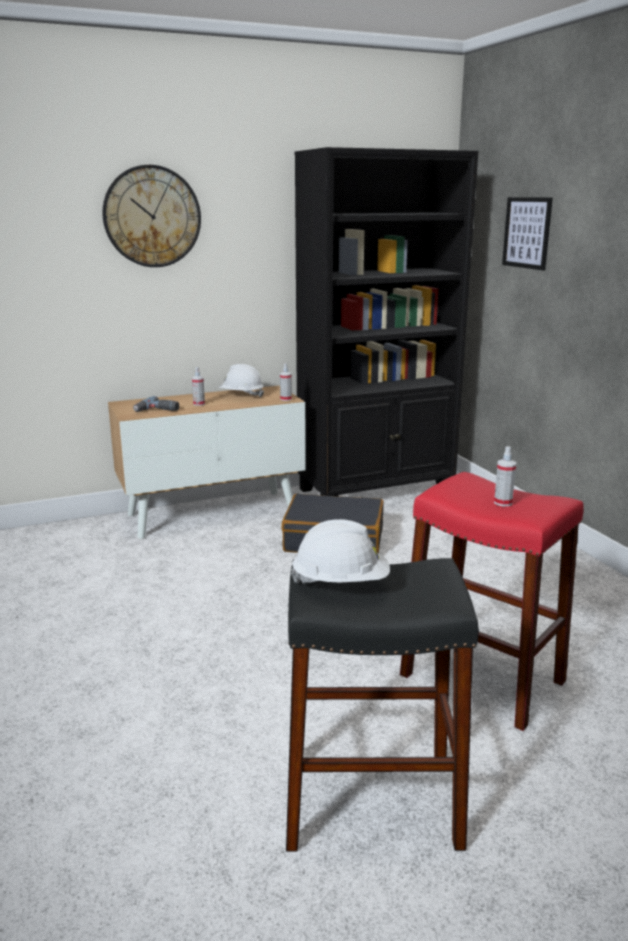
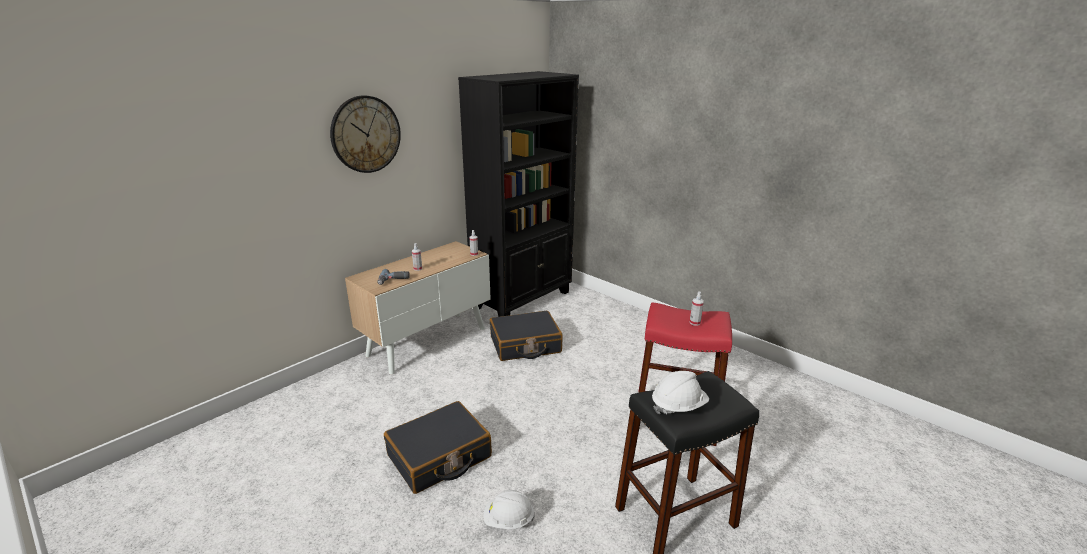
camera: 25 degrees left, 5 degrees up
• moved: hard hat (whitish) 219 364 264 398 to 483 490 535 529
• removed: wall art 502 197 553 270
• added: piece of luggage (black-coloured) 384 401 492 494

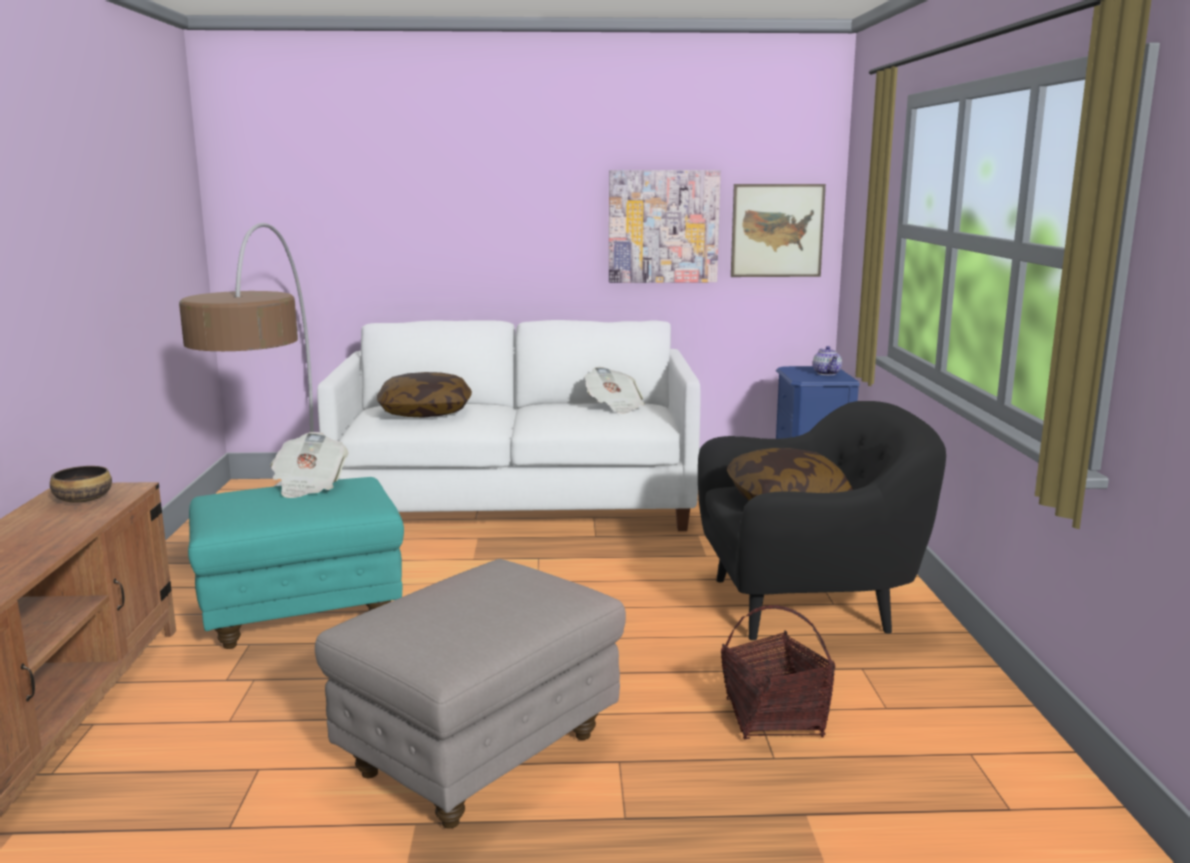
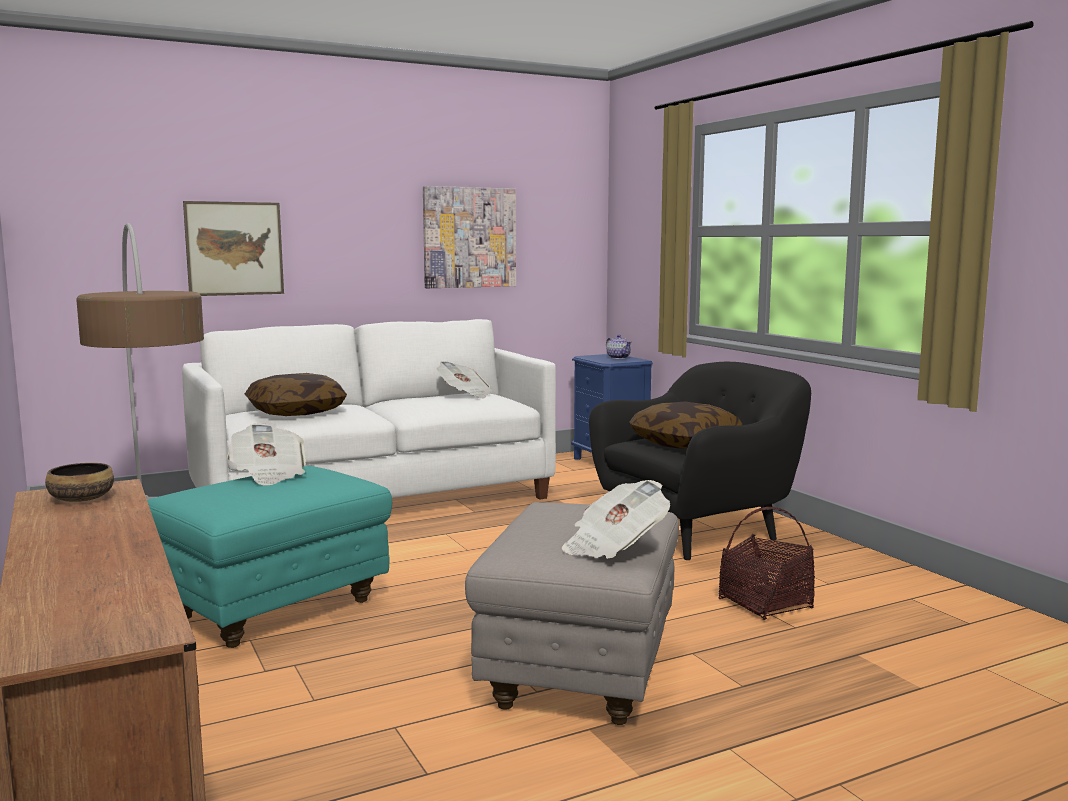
camera: 25 degrees left, 5 degrees down
• moved: wall art 731 184 826 277 to 183 201 284 296
• added: printed paper 562 480 670 559

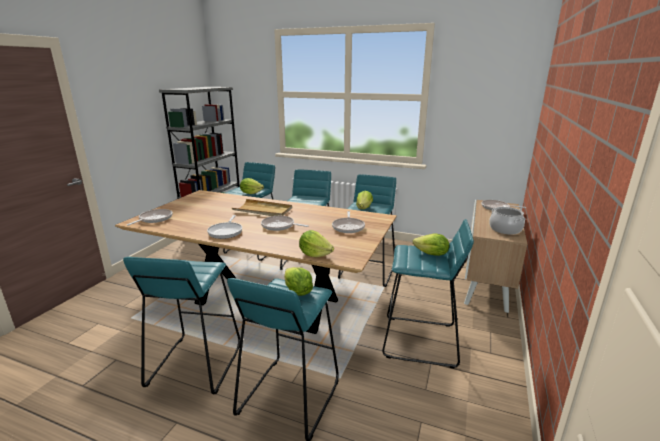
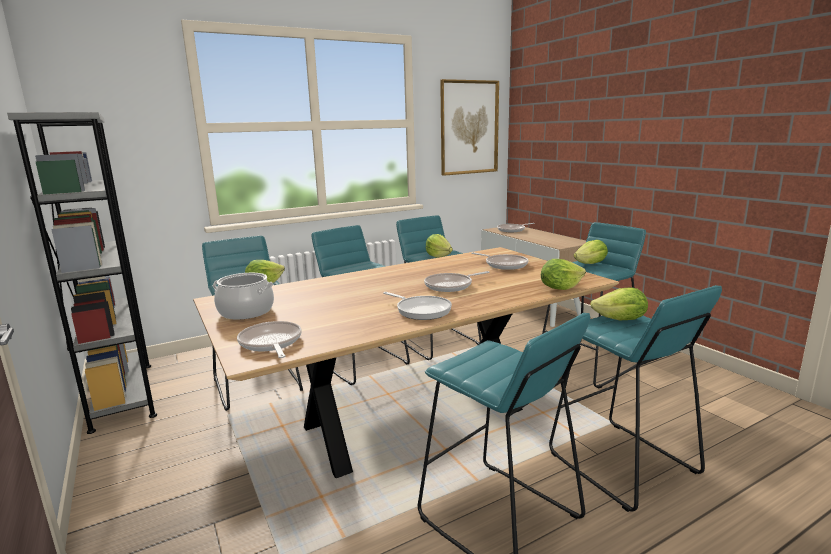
camera: 50 degrees left, 5 degrees down
• removed: tray (beige-coloured) 232 199 292 216
• moved: stockpot 489 207 525 235 to 213 273 274 320
• added: wall art 440 79 499 176

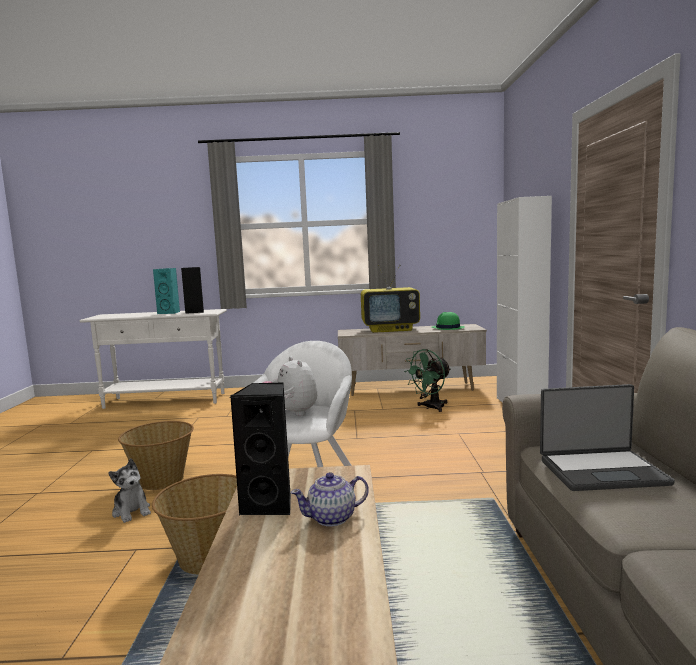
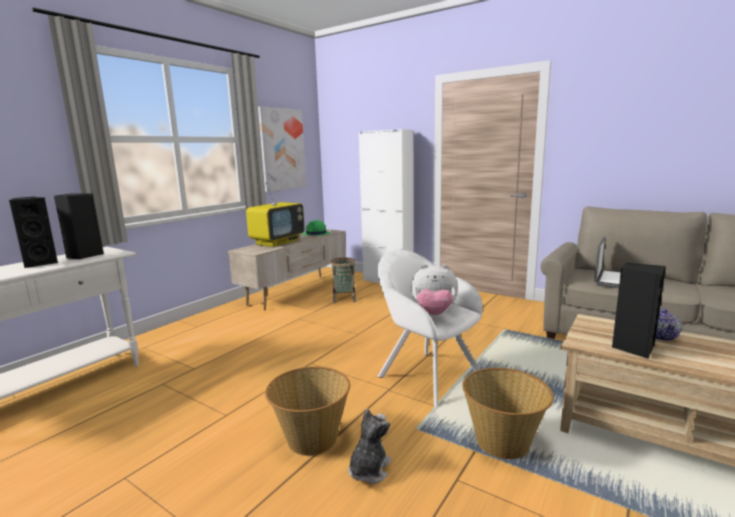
camera: 55 degrees left, 5 degrees up
• turned: soft toy 108 459 151 523 = 348 409 391 484 60 degrees counterclockwise
• recoloured: speaker (turquoise-coloured) 153 268 180 314 to speaker (black-coloured) 9 197 58 268
• replaced: fan (green) 404 349 451 412 to storage basket 331 258 356 303
• added: wall art 258 107 306 192

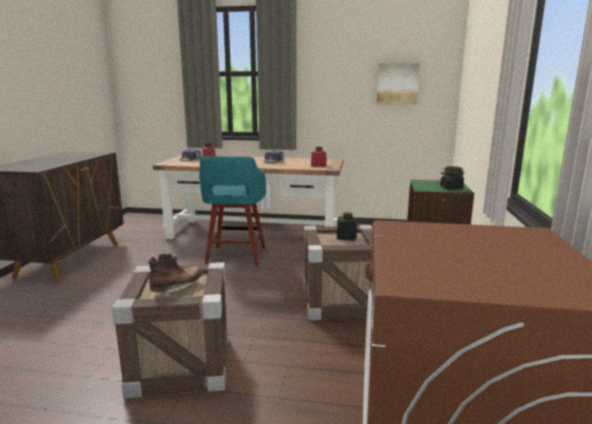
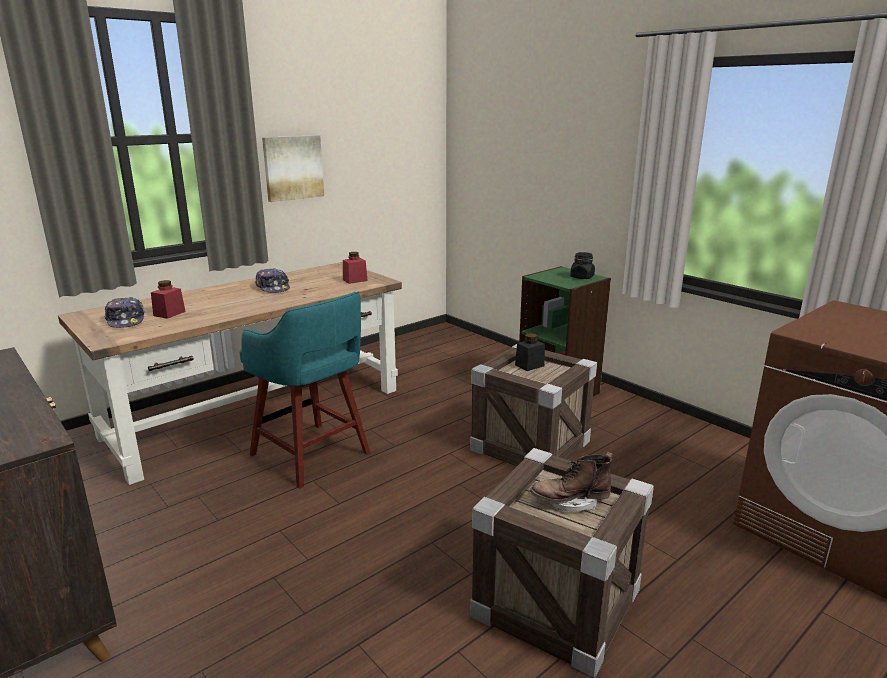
camera: 50 degrees left, 5 degrees up
• turned: high-top boot (brownish) 148 254 202 297 = 530 452 614 511 90 degrees counterclockwise
• moved: wall art 377 63 420 104 to 262 135 324 202

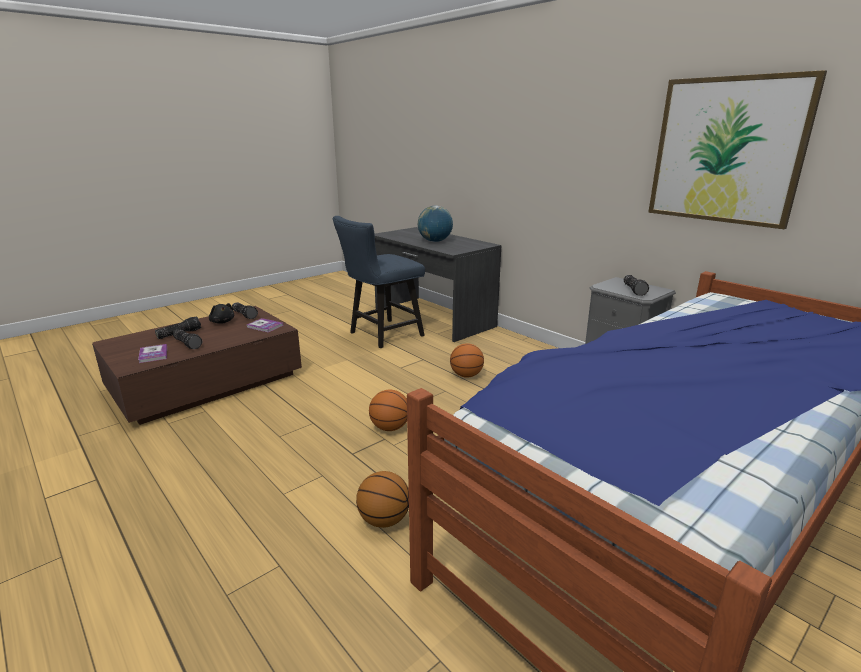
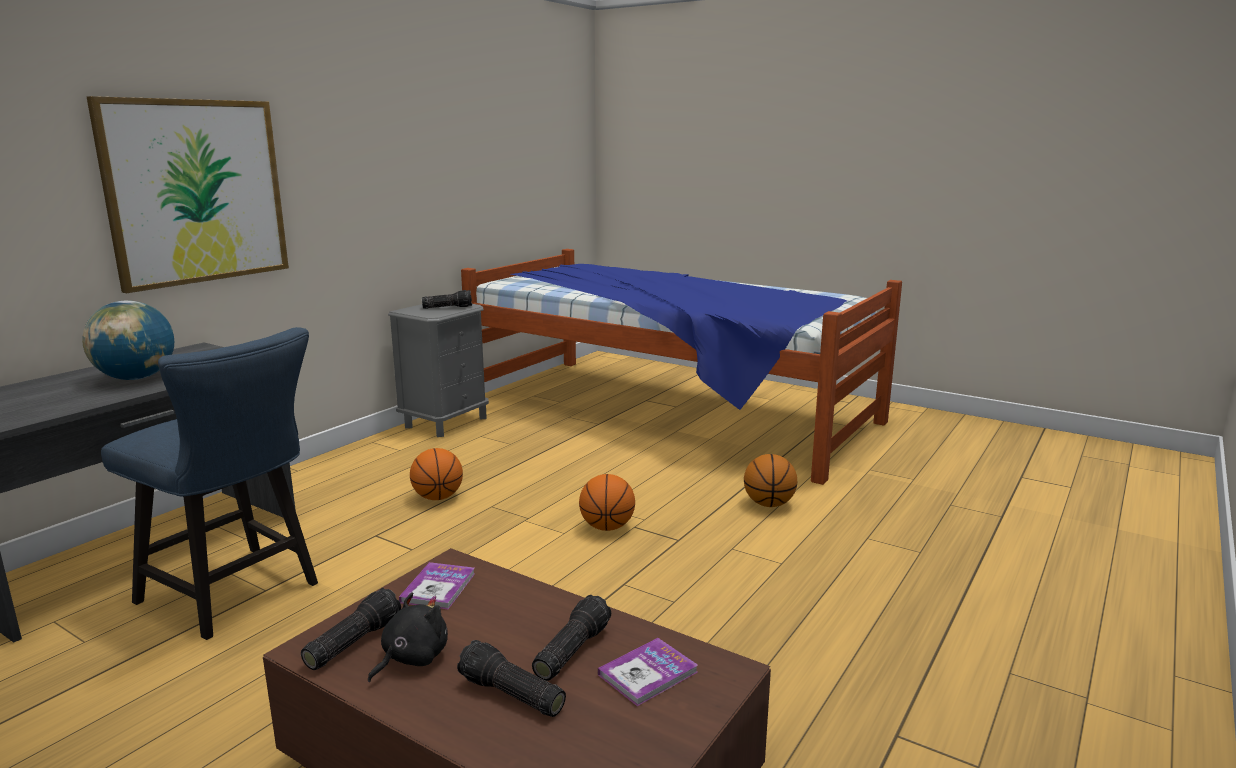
camera: 105 degrees left, 5 degrees down
• moved: wall art 648 70 827 229 to 87 96 289 293

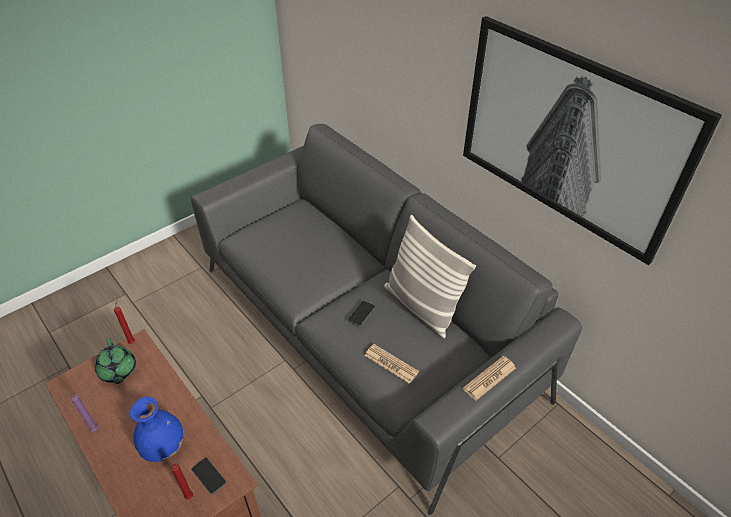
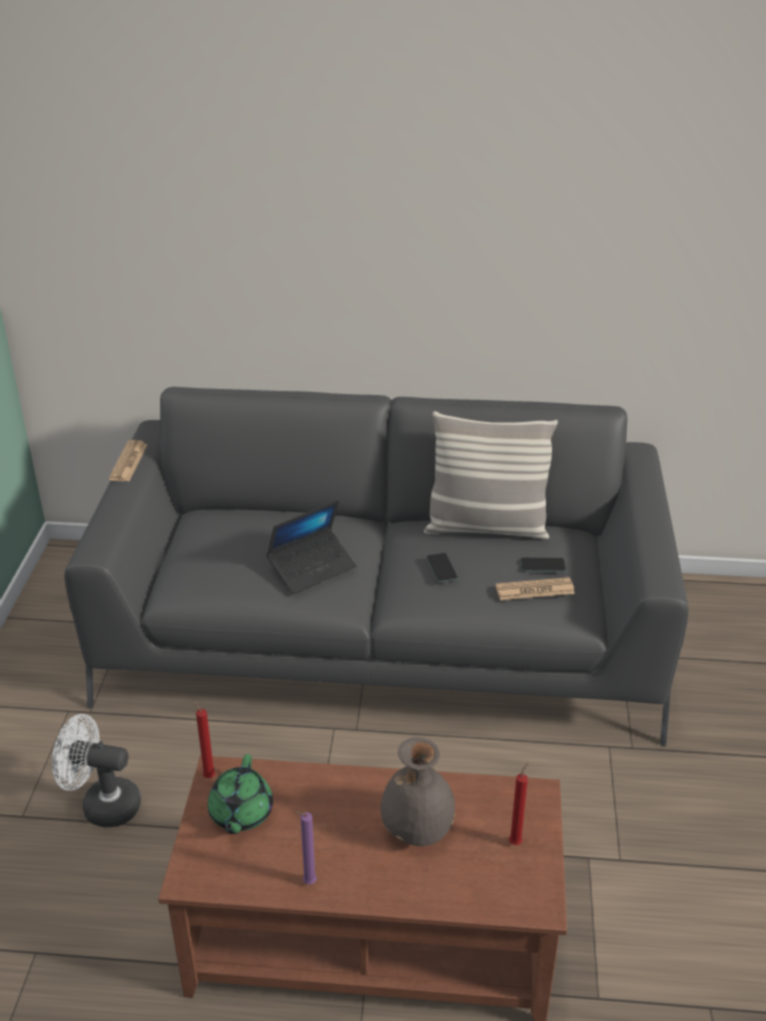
camera: 45 degrees left, 10 degrees down
• turned: tea pot (green) 95 338 136 384 = 208 754 273 834 75 degrees clockwise
• recoloured: decorative vase (blue) 130 397 184 462 to decorative vase (greyish) 380 737 455 846
• moved: phone 192 458 226 494 to 520 558 566 572
• removed: wall art 463 16 722 265
• moved: printed paper 463 356 516 401 to 109 440 148 482
• added: fan (whitish) 52 714 141 827
• added: laptop 267 500 357 594

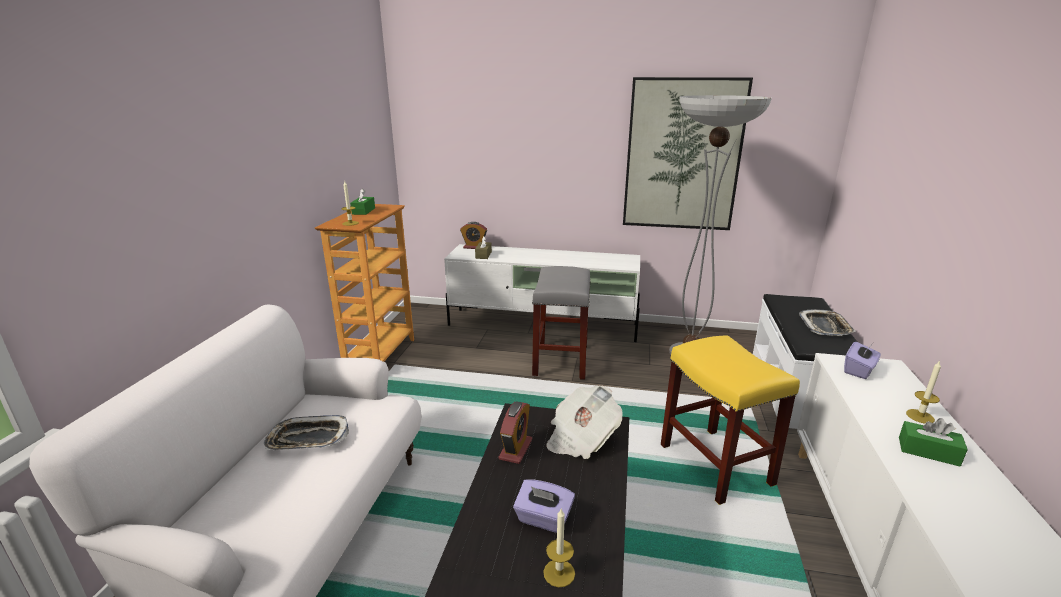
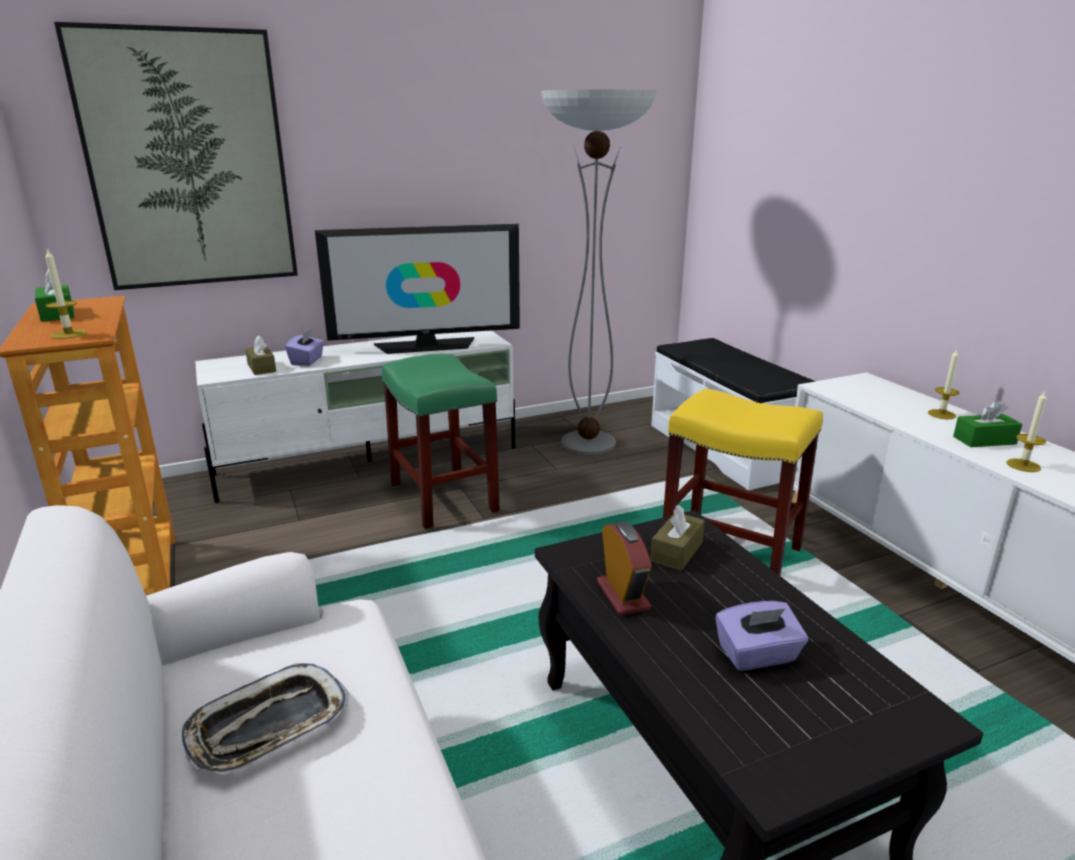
camera: 35 degrees left, 0 degrees up
• removed: table clock 460 222 487 249
• recoloured: stool (greyish) 532 266 591 380 to stool (green) 382 354 500 530
• moved: wax candle 543 509 575 587 to 1007 391 1047 472
• replaced: printed paper 546 386 623 459 to tissue holder (brownish) 650 505 705 571
• moved: wall art 623 77 753 230 to 54 22 298 290
• removed: tray 799 309 856 336
• moved: tissue holder (purple-coloured) 844 342 881 379 to 285 329 324 366
• added: television 315 224 520 354

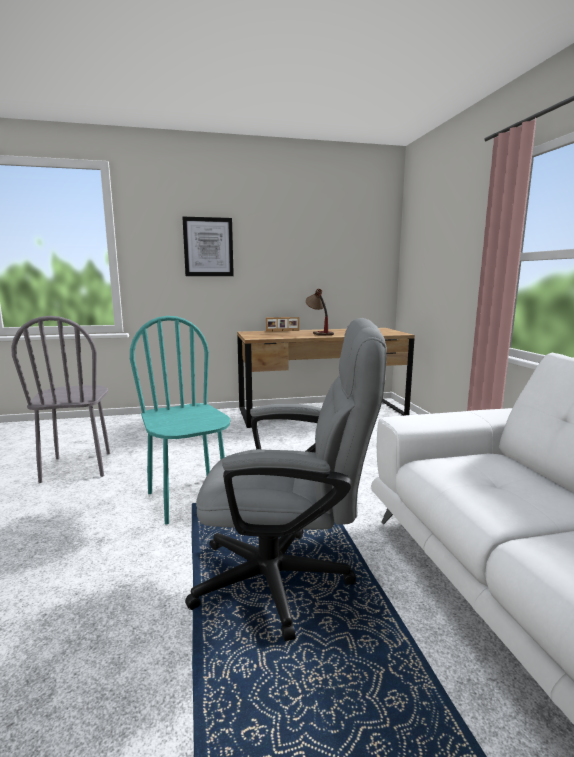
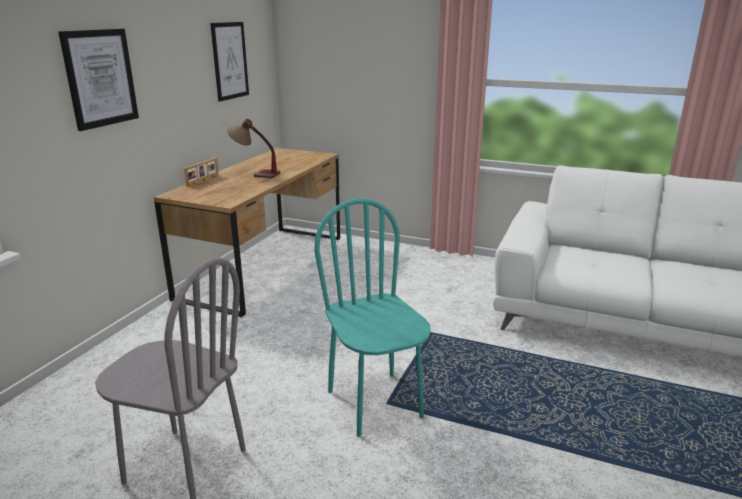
camera: 55 degrees left, 10 degrees up
• turned: plain chair (turquoise-coloured) 130 316 230 525 = 314 198 431 437 60 degrees clockwise
• removed: computer chair (greyish) 185 318 387 641
• added: wall art 210 22 249 102

